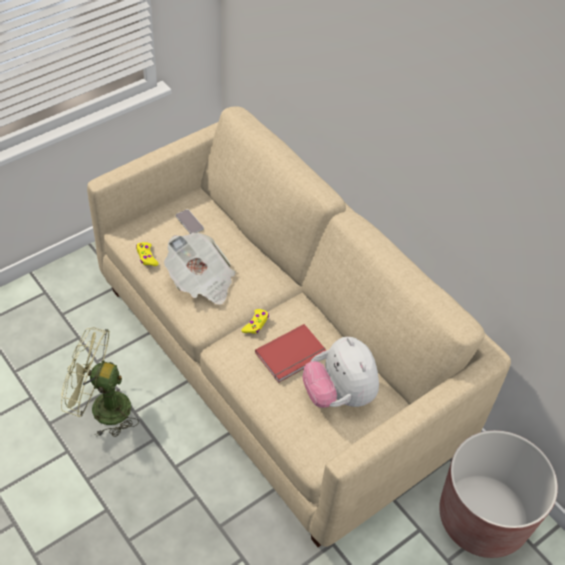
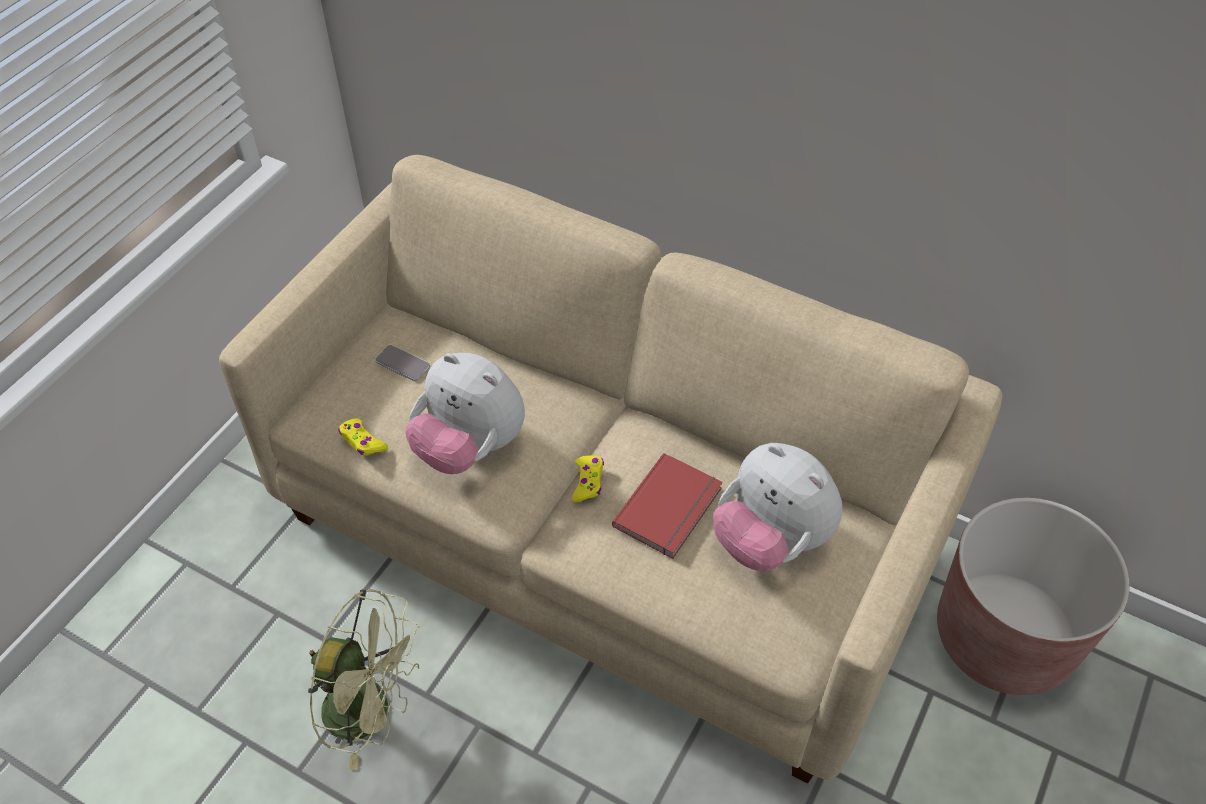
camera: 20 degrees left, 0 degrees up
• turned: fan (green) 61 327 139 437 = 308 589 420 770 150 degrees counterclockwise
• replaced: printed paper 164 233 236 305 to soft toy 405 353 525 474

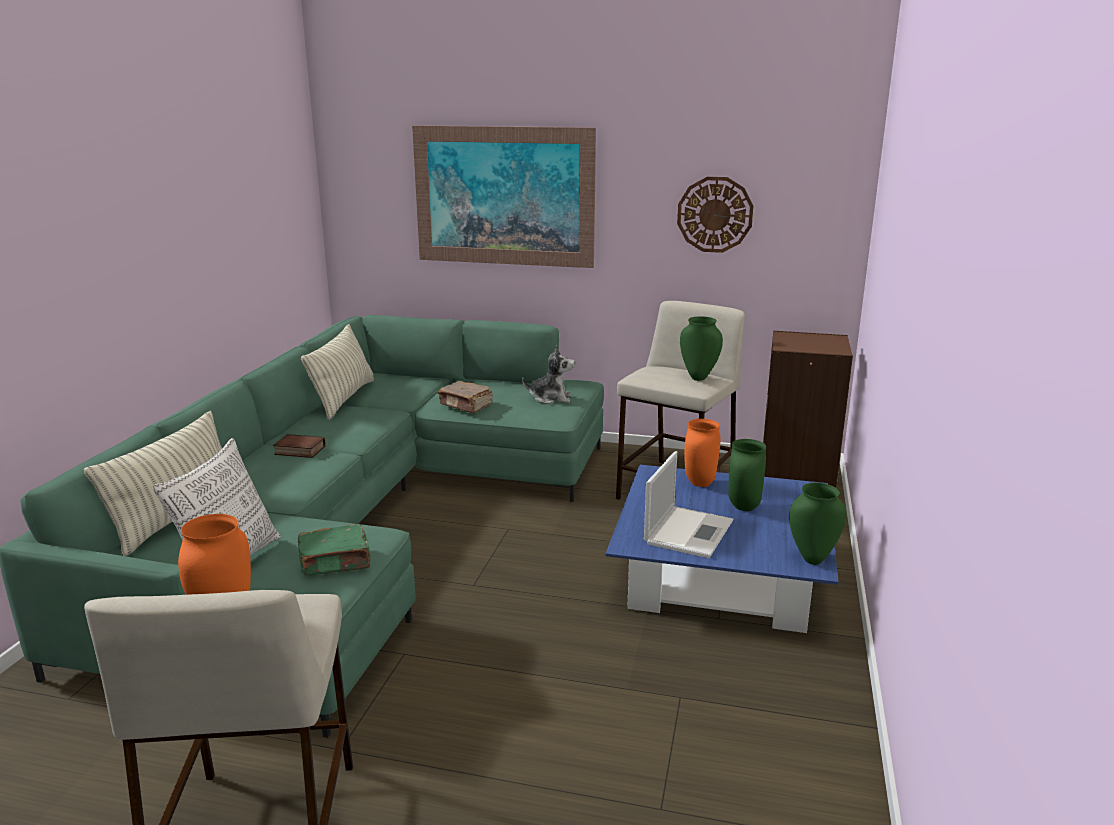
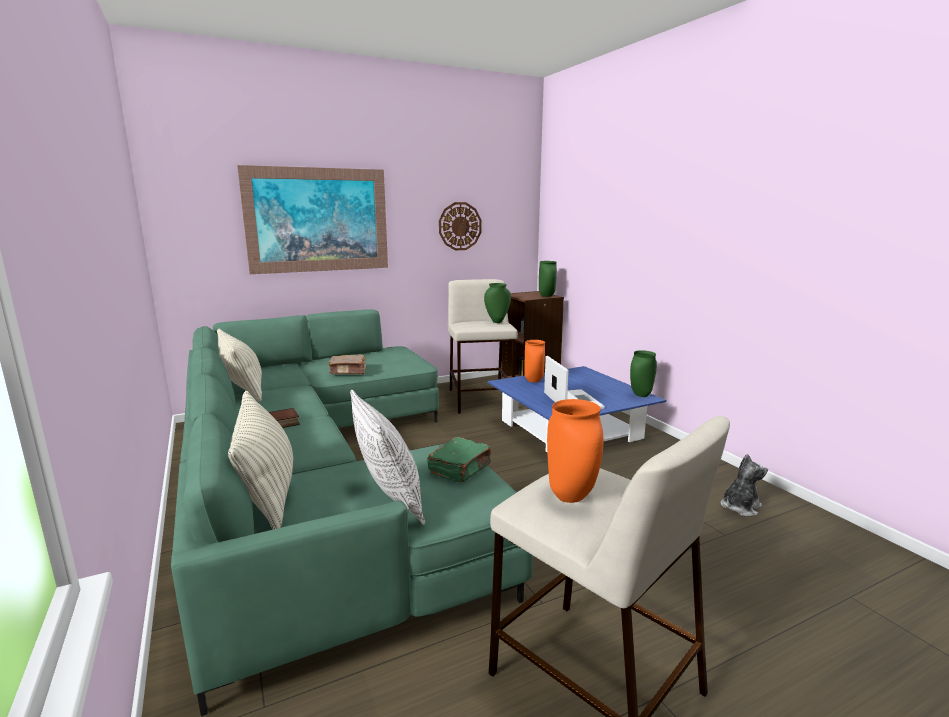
camera: 40 degrees left, 5 degrees down
• moved: soft toy 522 345 575 404 to 720 454 768 517
• moved: decorative vase (green) 728 439 766 511 to 539 261 557 297

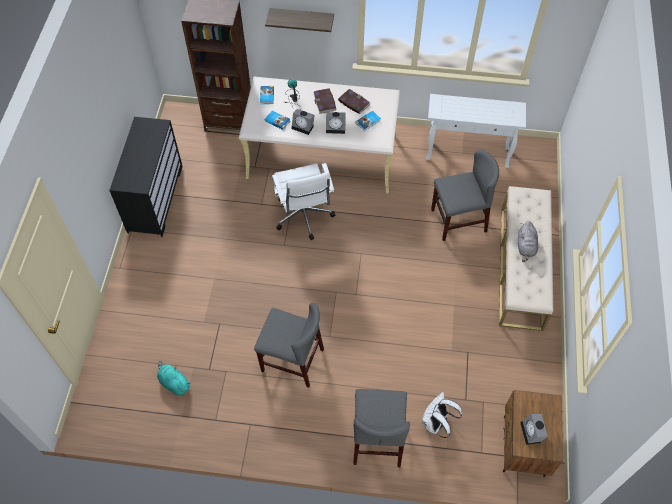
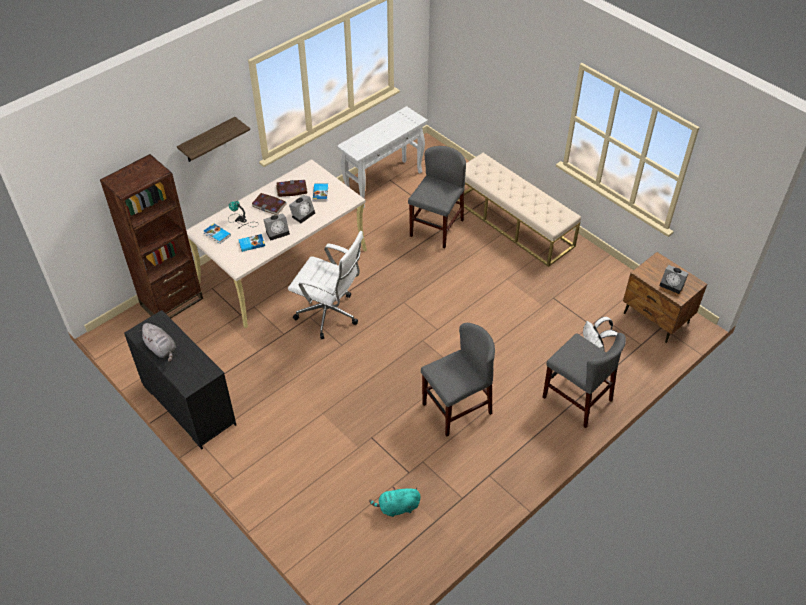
camera: 50 degrees left, 10 degrees down
• moved: soft toy (greyish) 518 221 538 262 to 140 323 176 362

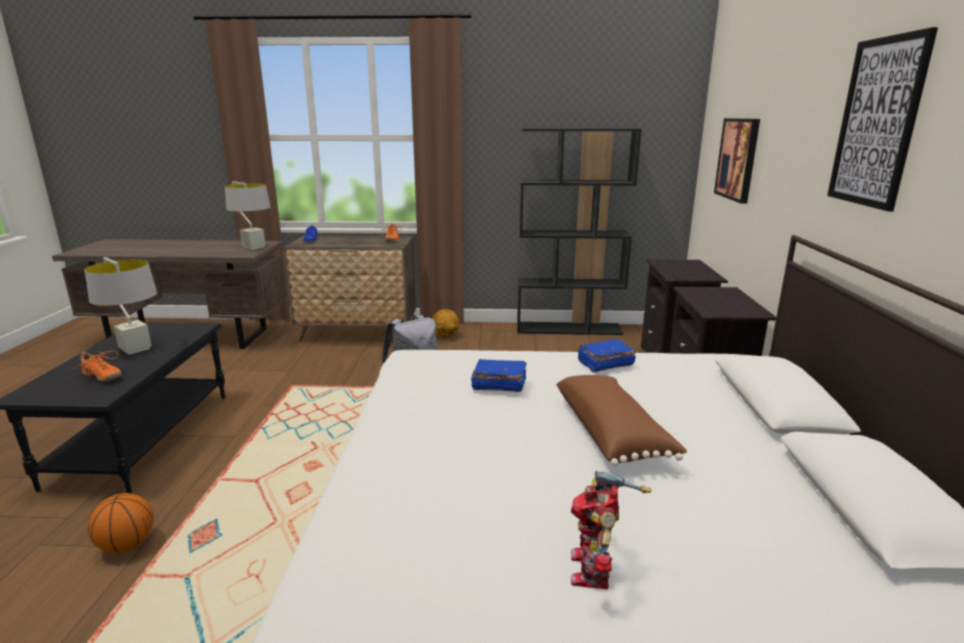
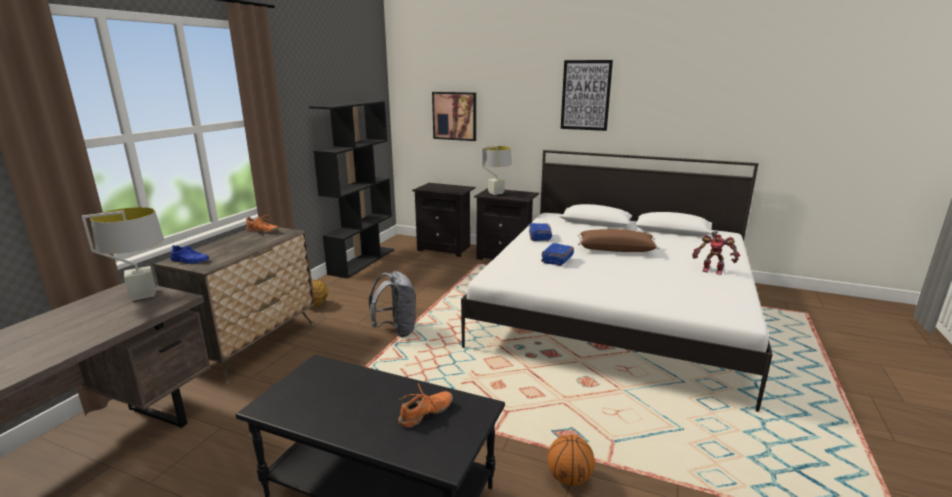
camera: 70 degrees left, 0 degrees up
• moved: lamp for a table (greyish) 85 257 157 355 to 481 146 512 195

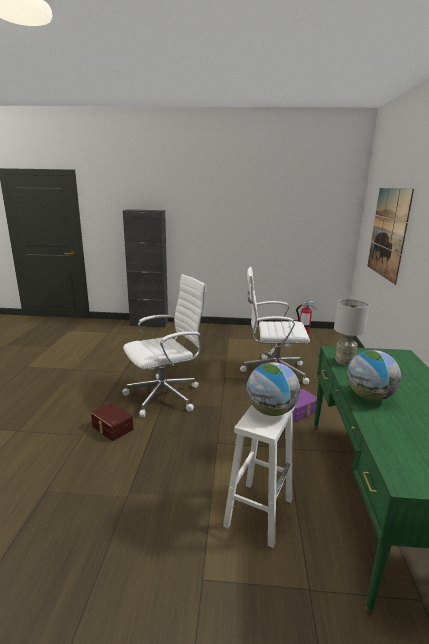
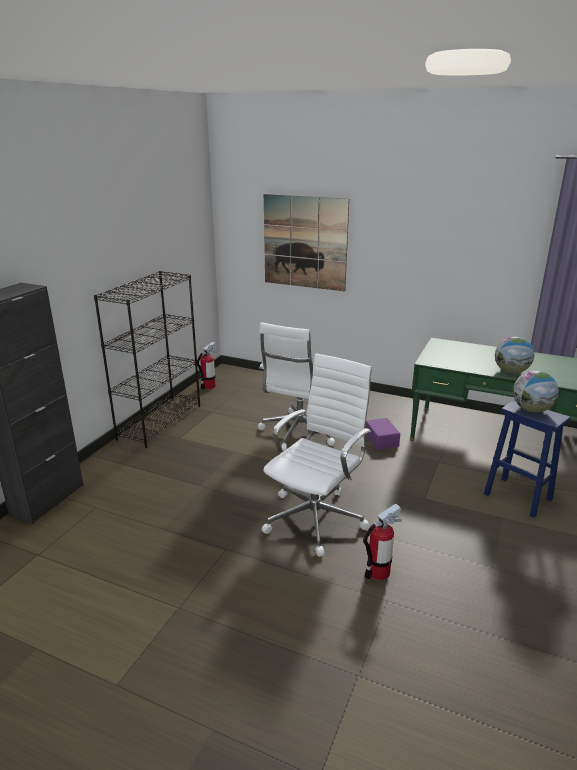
camera: 70 degrees left, 5 degrees up
• replaced: storage bin (brownish) 91 403 134 441 to fire-fighting cylinder 363 503 402 580
• turned: computer chair (whitish) 123 274 207 417 = 262 354 372 557 45 degrees clockwise
• recoloured: stool (whitish) 223 405 295 548 to stool (blue) 484 400 570 518
• removed: lamp for a table (greyish) 334 299 370 366
• added: shelving unit (black-coloured) 94 271 200 448

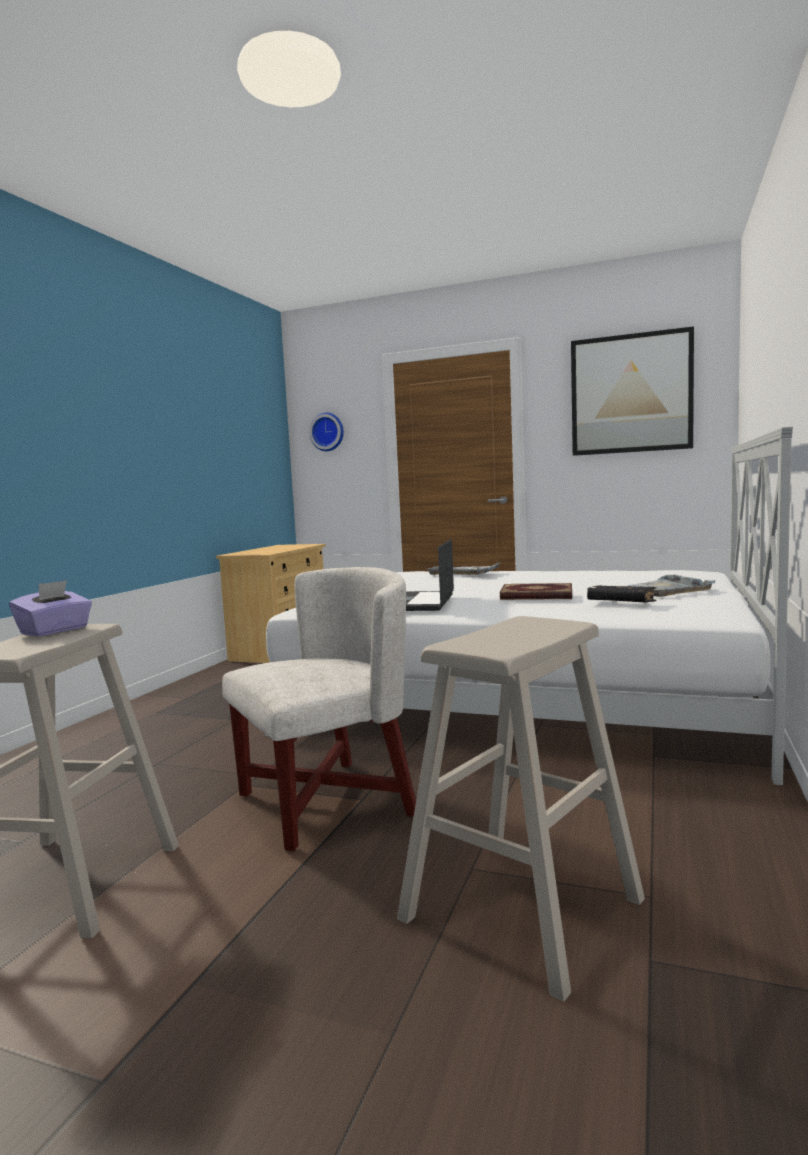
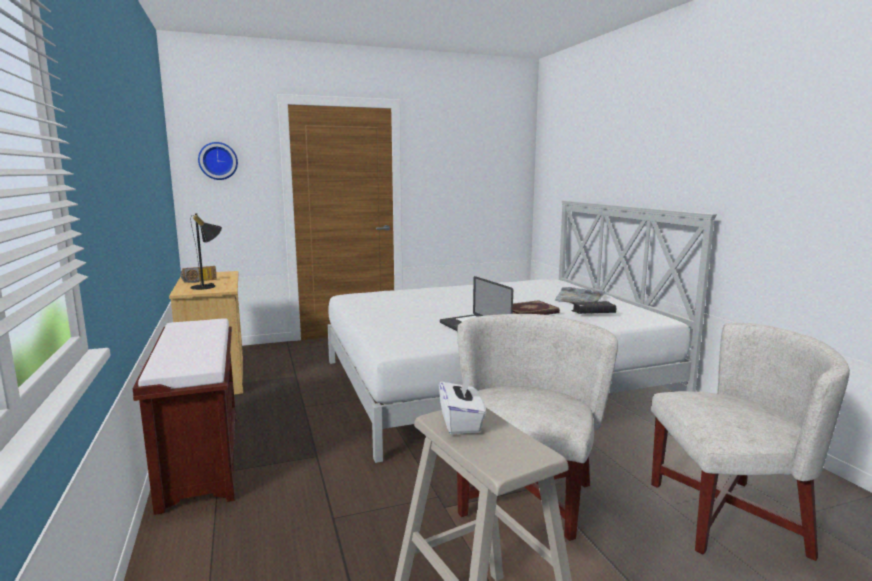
camera: 40 degrees left, 5 degrees up
• recoloured: tissue holder (purple-coloured) 9 580 92 637 to tissue holder (whitish) 439 374 486 434
• replaced: stool (beige-coloured) 397 616 645 1002 to easy chair (whitish) 651 323 850 561
• removed: tray (greyish) 428 563 500 575
• removed: wall art 571 326 694 456
• added: bench (brownish) 133 318 236 515
• added: radio 180 266 217 283
• added: lamp for a table (black-coloured) 190 213 222 290

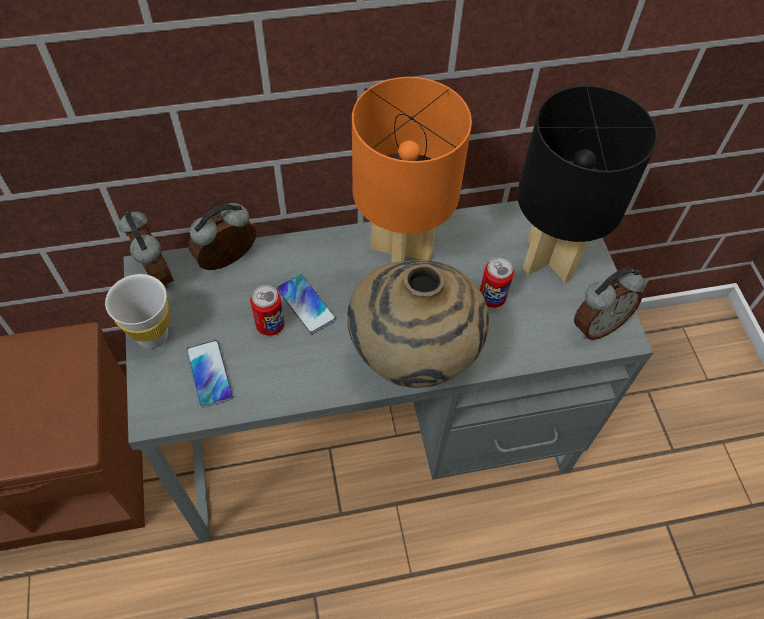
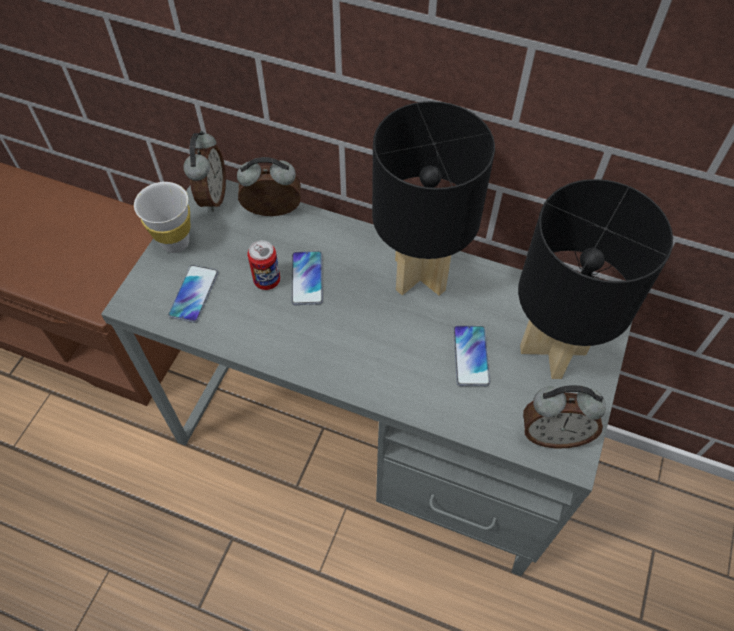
camera: 35 degrees right, 0 degrees up
• removed: decorative vase (beige-coloured) 347 260 489 388
• recoloured: lamp for a table (orange) 352 77 472 263 to lamp for a table (black-coloured) 372 101 495 296
• replaced: can 480 258 514 308 to phone 453 326 490 386

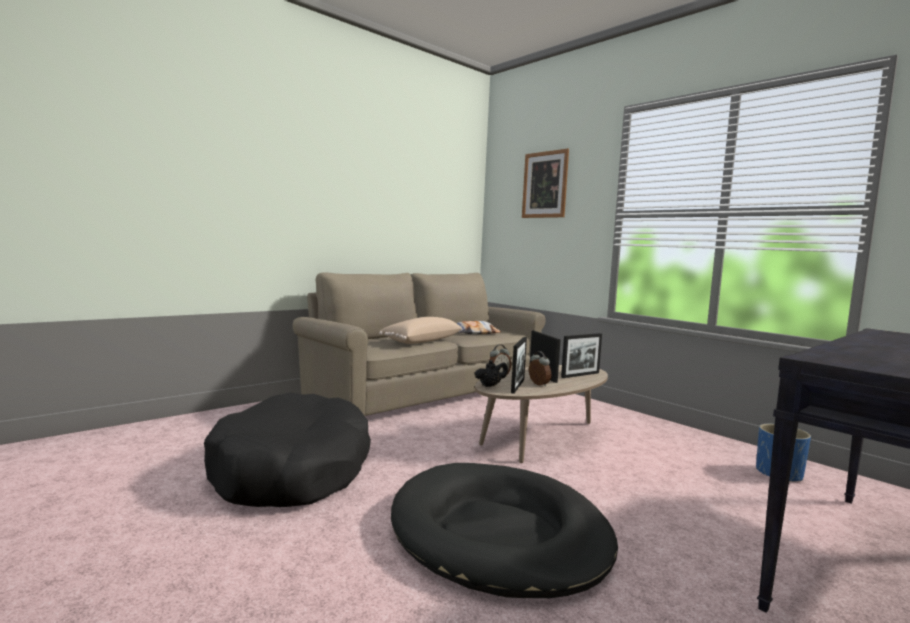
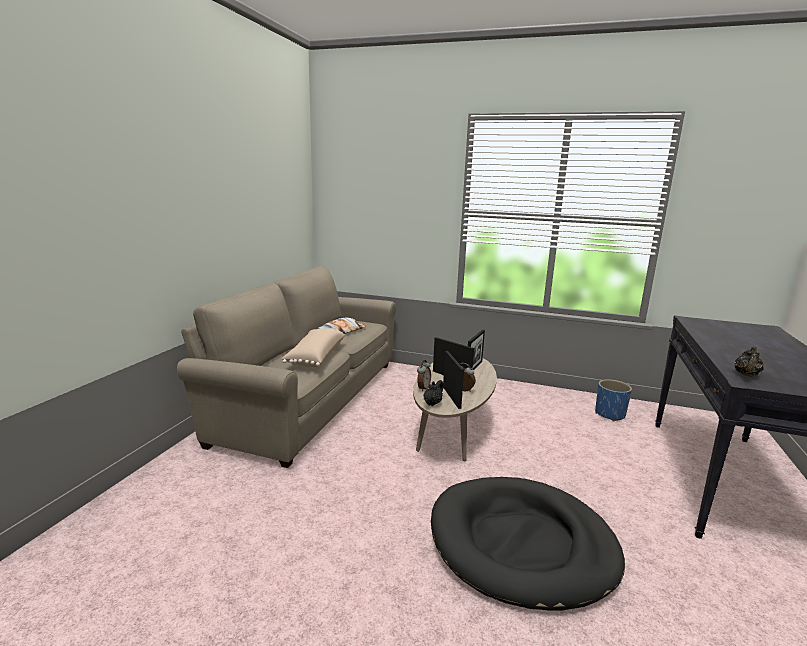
camera: 30 degrees left, 10 degrees up
• removed: dog cushion (black-coloured) 204 392 371 507
• removed: wall art 522 149 569 218
• added: tea pot (black-coloured) 735 347 764 377

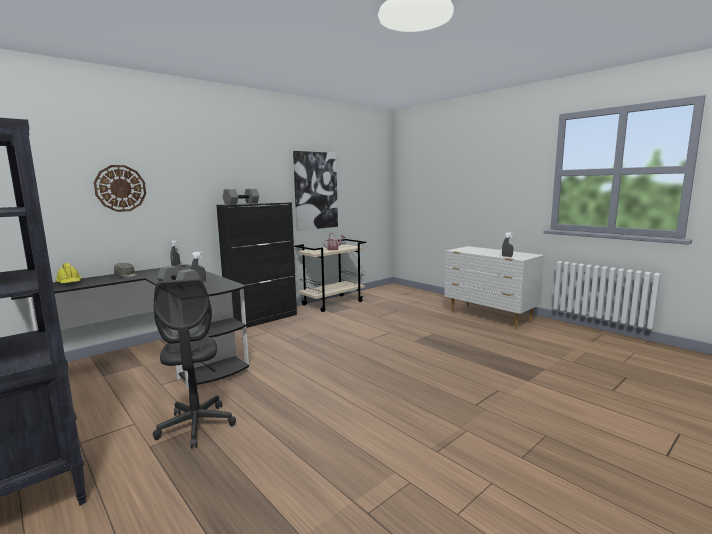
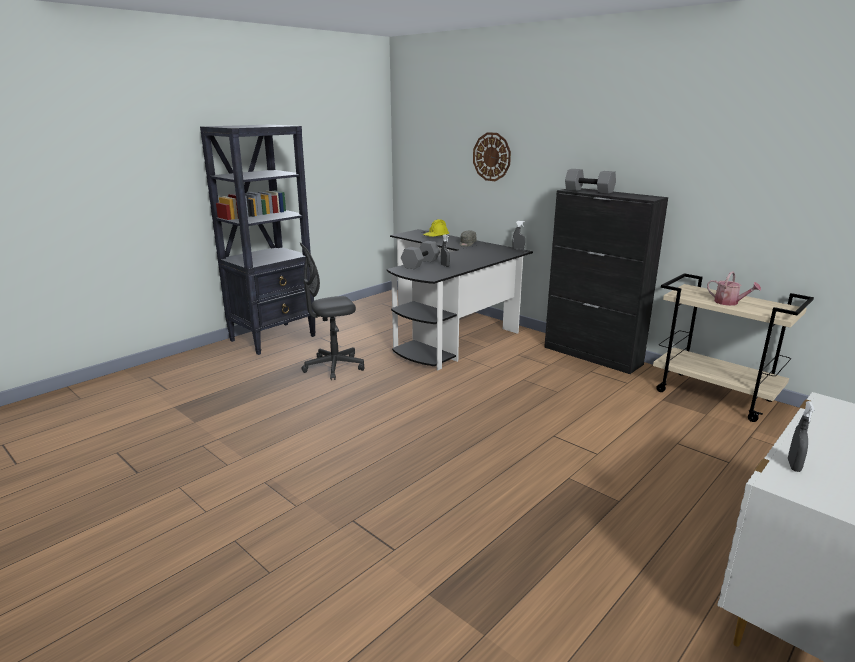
camera: 85 degrees right, 10 degrees up
• removed: wall art 293 151 338 231

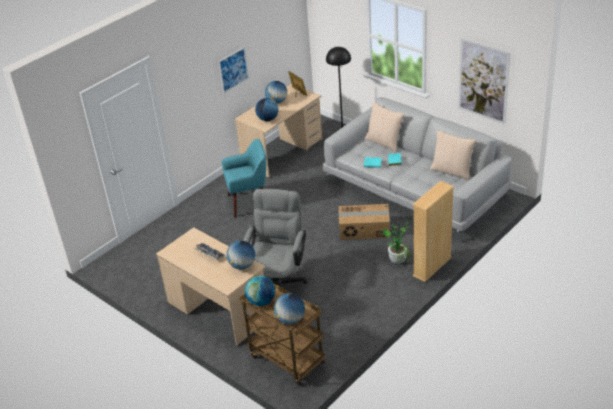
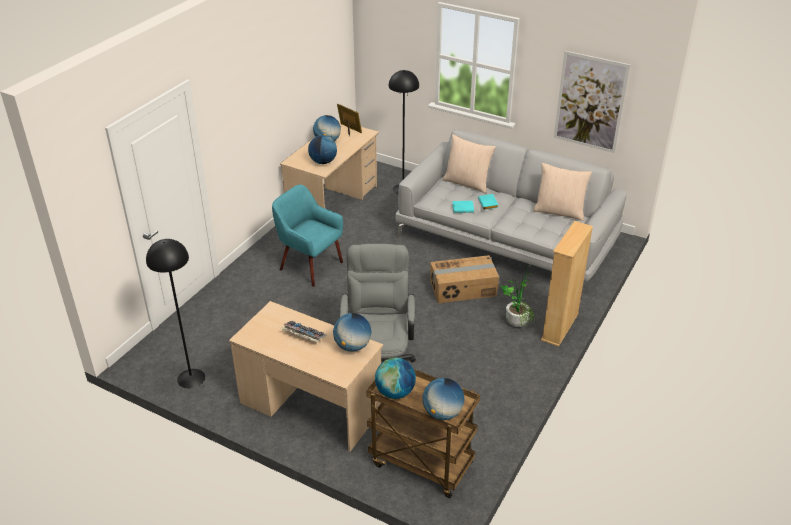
camera: 15 degrees left, 0 degrees up
• removed: wall art 219 47 249 93
• turned: easy chair (turquoise-coloured) 222 139 266 218 = 272 185 343 287 120 degrees counterclockwise
• added: standing lamp (black-coloured) 146 239 205 388

